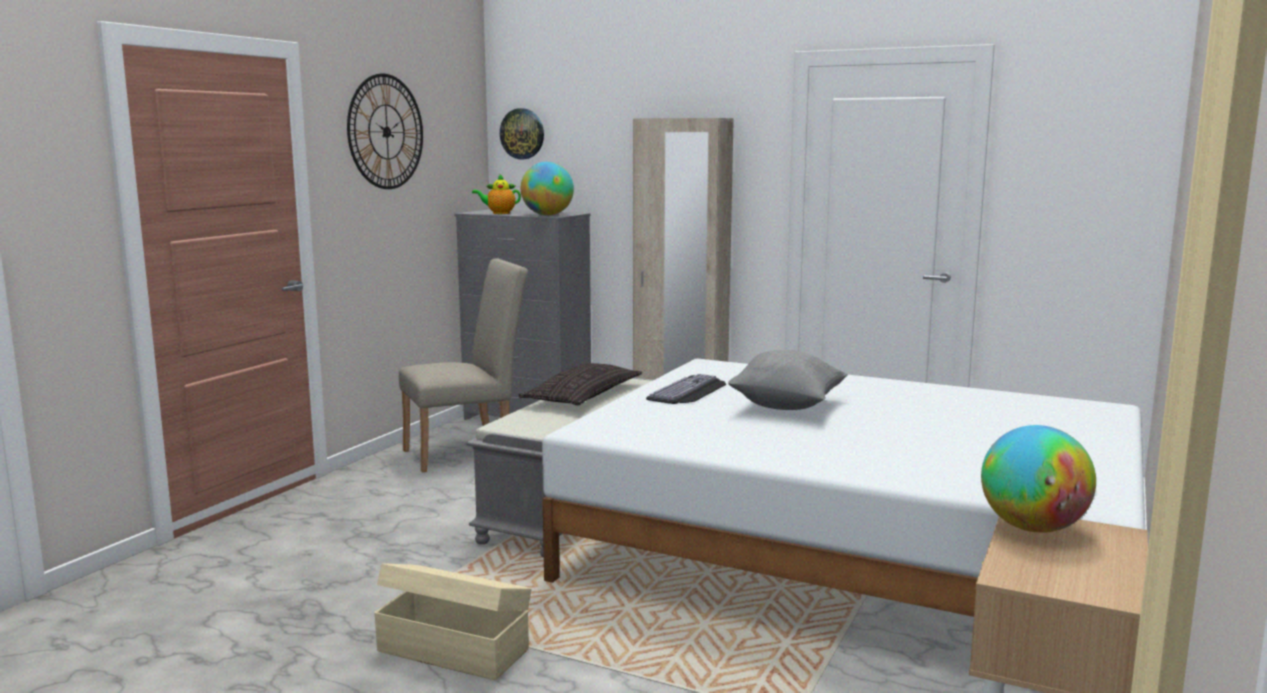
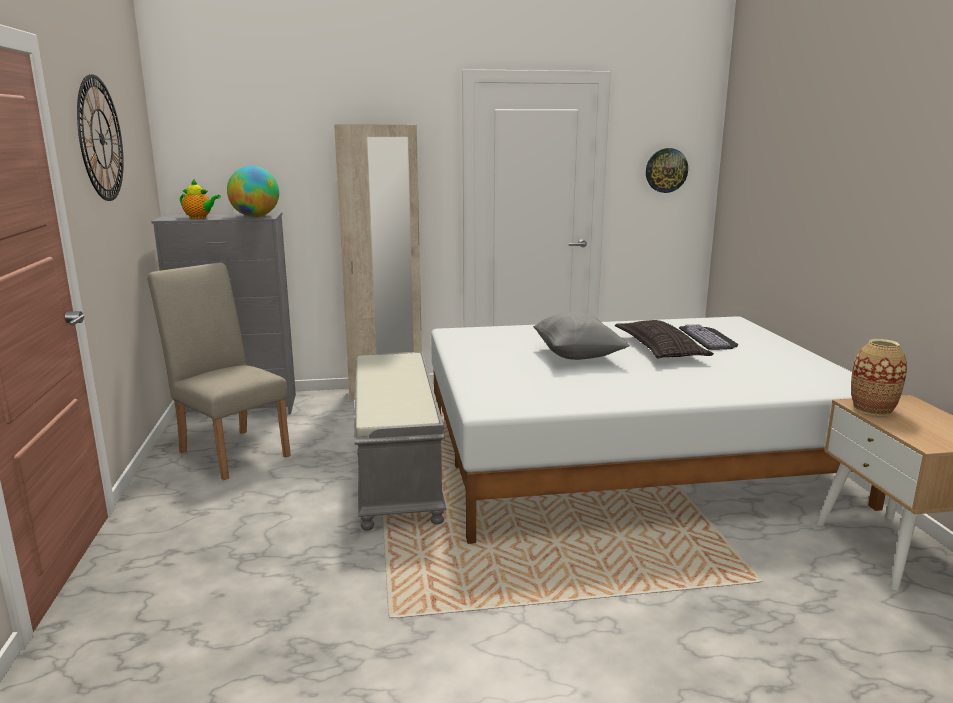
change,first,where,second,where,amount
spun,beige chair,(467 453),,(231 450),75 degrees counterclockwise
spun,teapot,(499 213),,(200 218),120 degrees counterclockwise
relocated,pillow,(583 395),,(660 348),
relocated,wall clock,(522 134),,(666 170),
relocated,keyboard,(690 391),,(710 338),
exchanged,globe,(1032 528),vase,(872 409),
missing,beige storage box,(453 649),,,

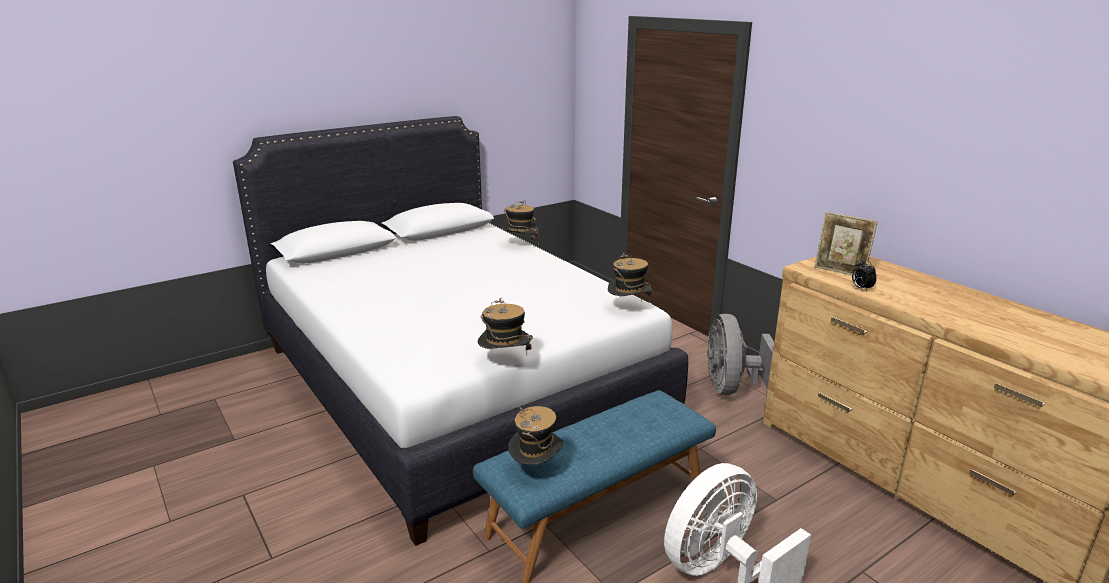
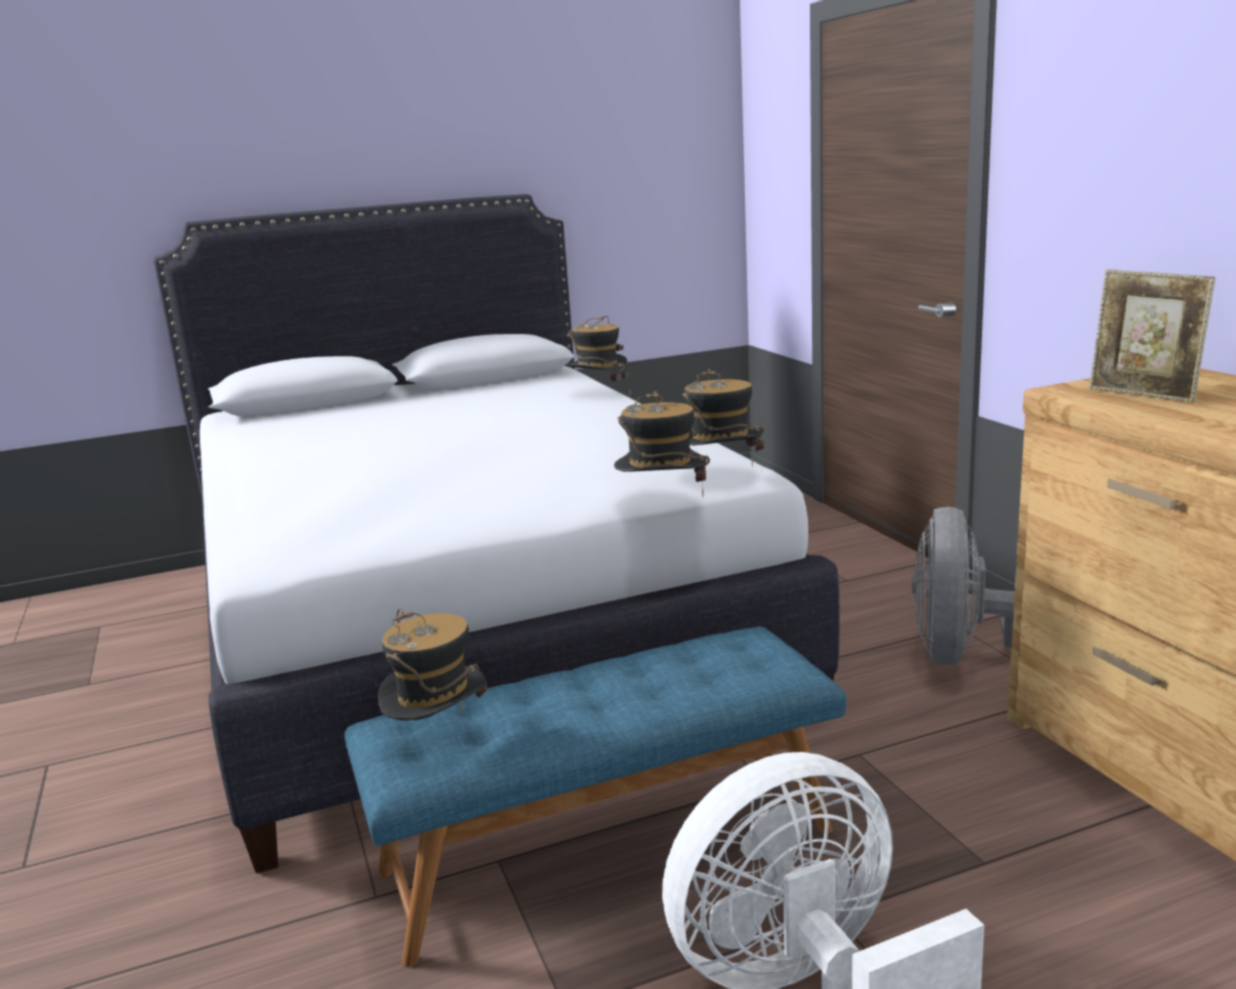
change,first,where,second,where,amount
relocated,hat,(505 363),,(662 505),
missing,alarm clock,(861 288),,,

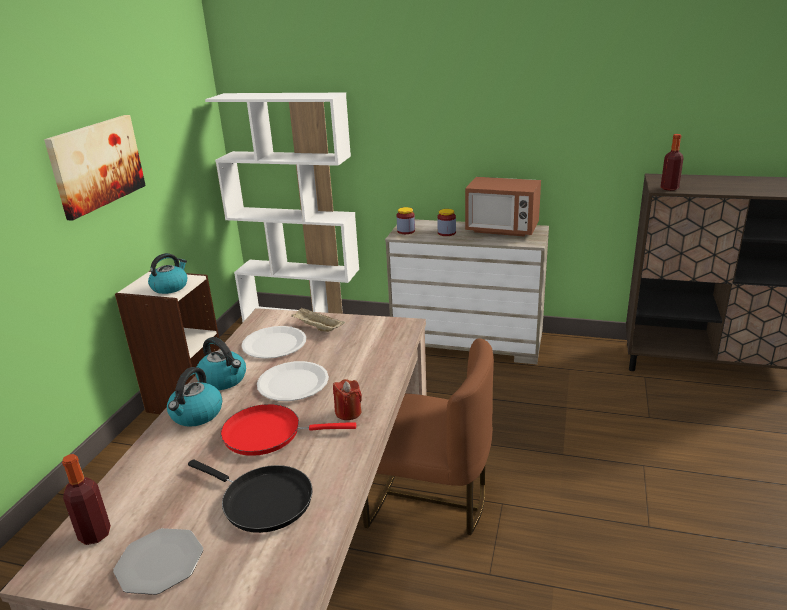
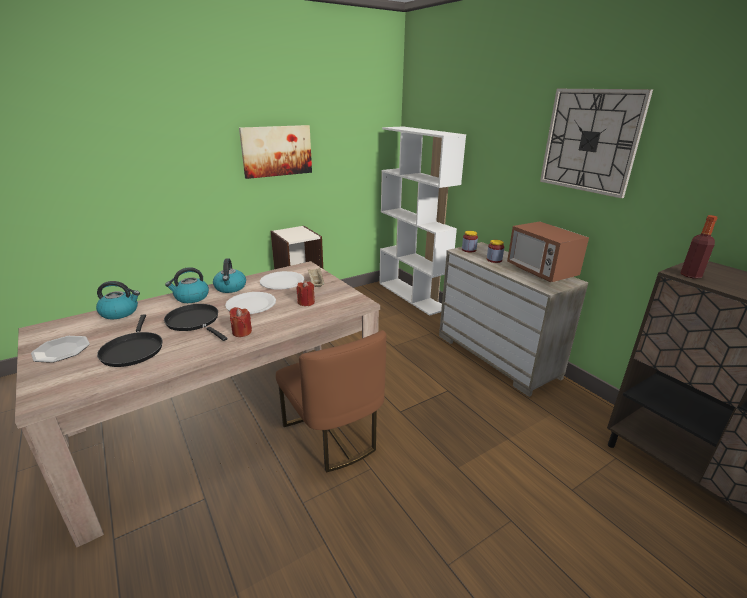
change,first,where,second,where,amount
relocated,kettle,(170 287),,(120 312),
colour,red frying pan,(268 434),black frying pan,(195 322),
appeared,,,red candle,(306 302),
appeared,,,wall clock,(590 141),
missing,bottle,(95 534),,,

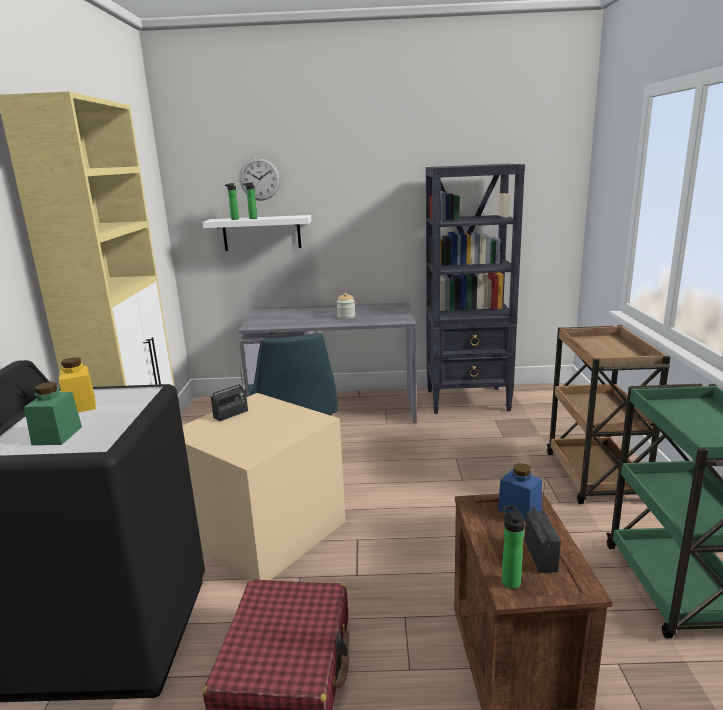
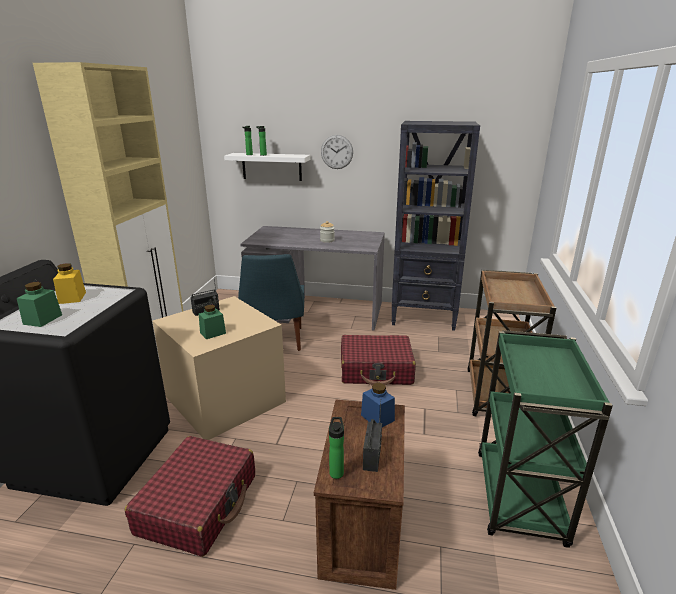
change,first,where,second,where,amount
appeared,,,green jar,(213 333),
relocated,wall clock,(259 179),,(337 152),
appeared,,,red suitcase,(376 370),

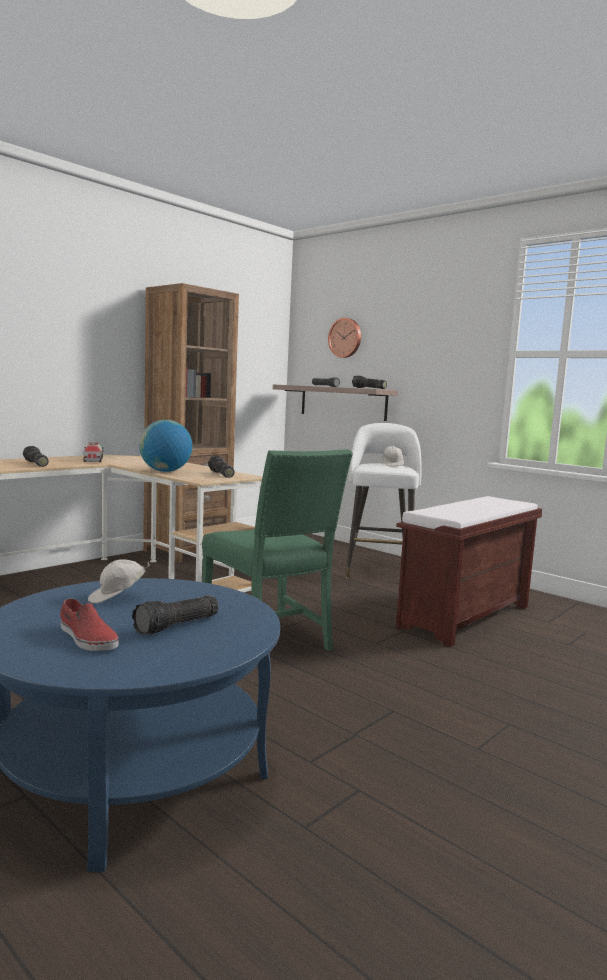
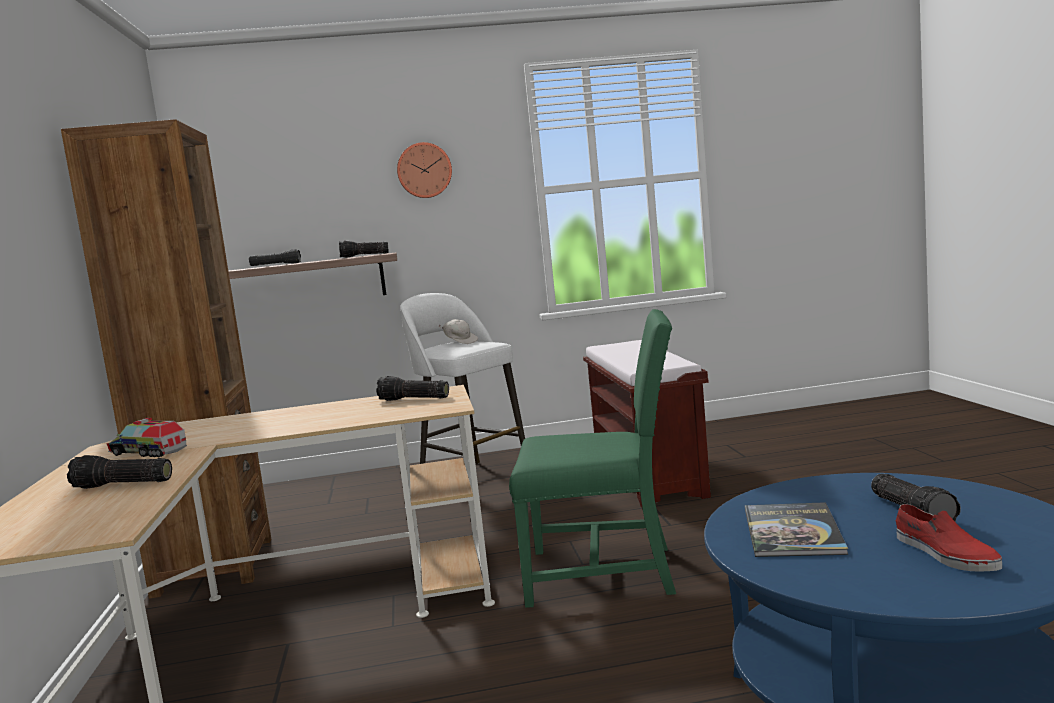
change,first,where,second,where,amount
relocated,wall clock,(345 338),,(424 170),
exchanged,white cap,(118 597),book,(792 531),
spun,red shoe,(87 638),,(945 553),75 degrees clockwise
missing,globe,(165 471),,,

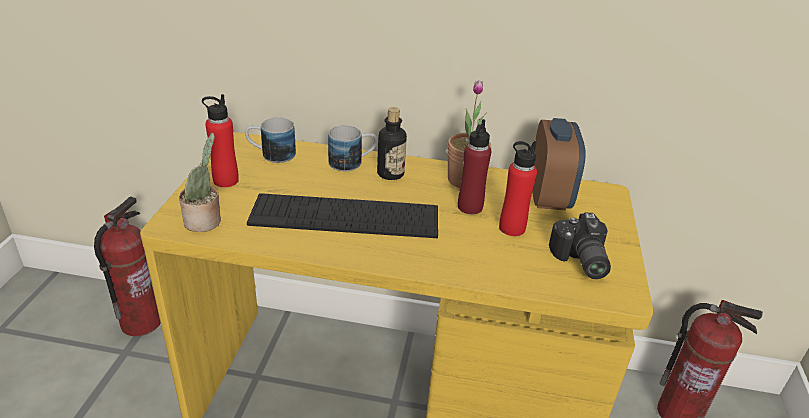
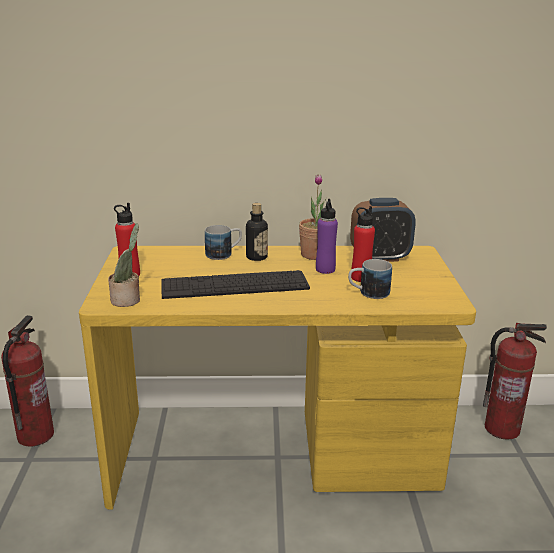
change,first,where,second,where,amount
colour,red bottle,(470 207),purple bottle,(325 269),
relocated,mug,(271 154),,(368 293),
spun,alarm clock,(549 197),,(380 258),90 degrees clockwise
missing,photo camera,(579 261),,,

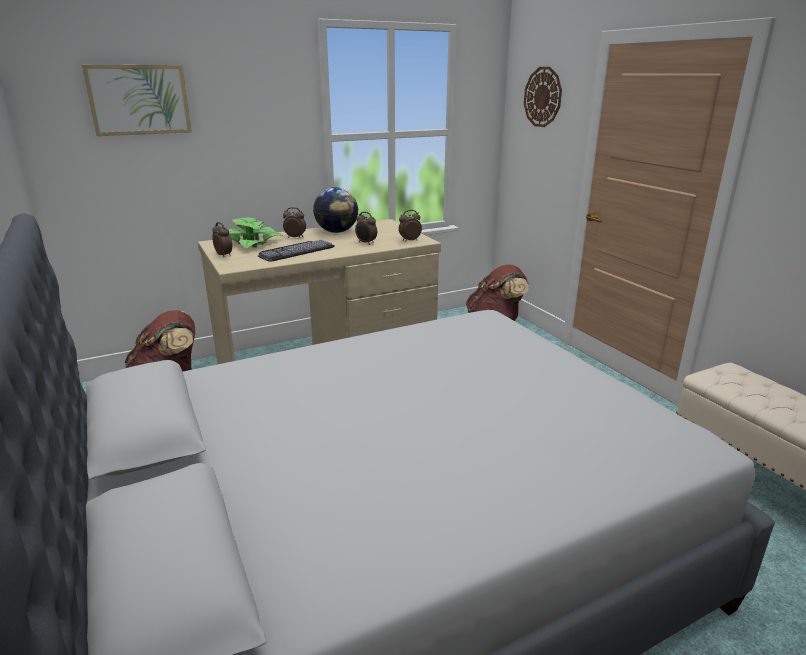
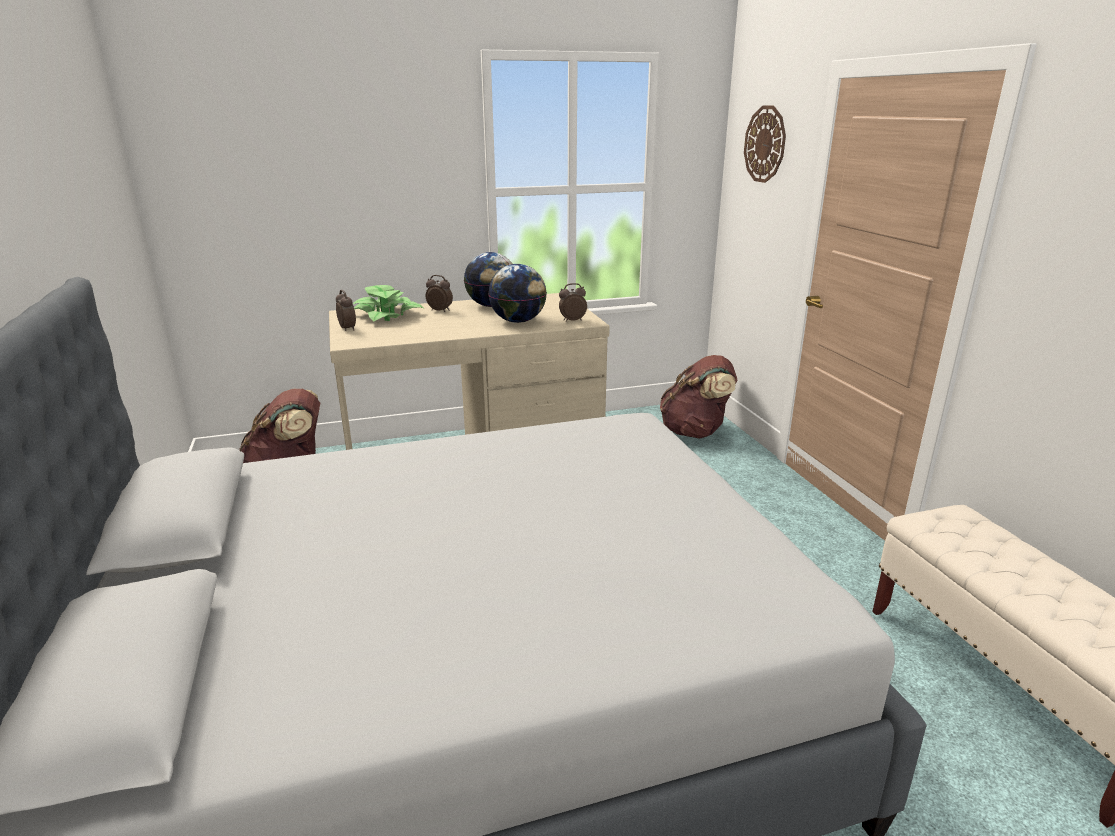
change,first,where,second,where,amount
exchanged,alarm clock,(366 243),globe,(518 321),
missing,picture,(139 100),,,
missing,keyboard,(295 250),,,

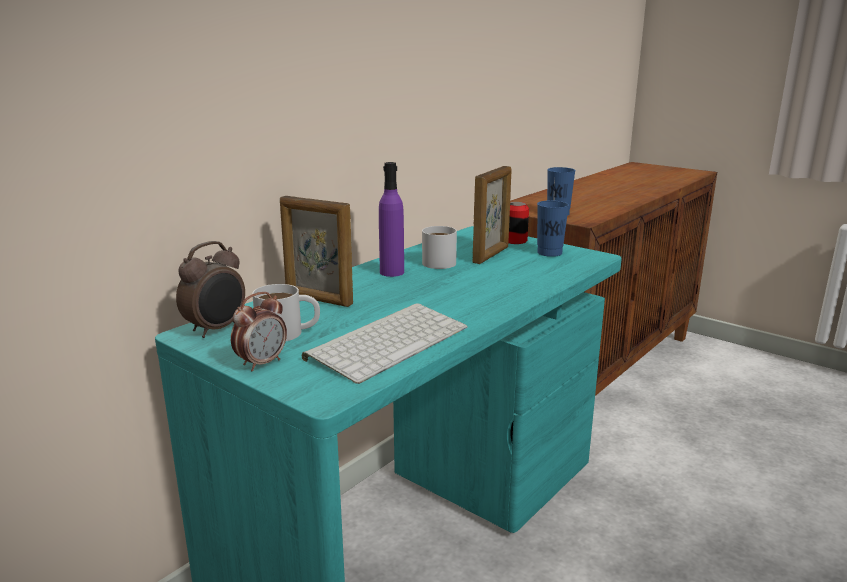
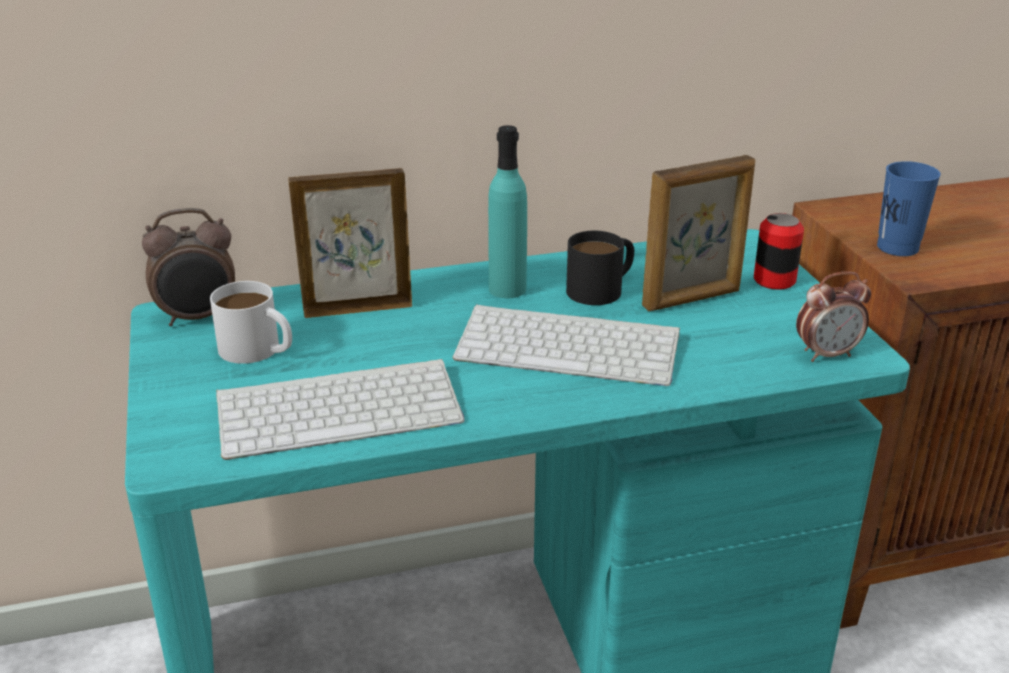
change,first,where,second,where,amount
spun,picture frame,(318 300),,(357 308),105 degrees clockwise
appeared,,,keyboard,(571 346),
colour,purple bottle,(392 272),turquoise bottle,(507 289),
colour,white mug,(441 261),black mug,(602 288),
relocated,alarm clock,(262 363),,(827 354),
missing,blue cup,(549 253),,,

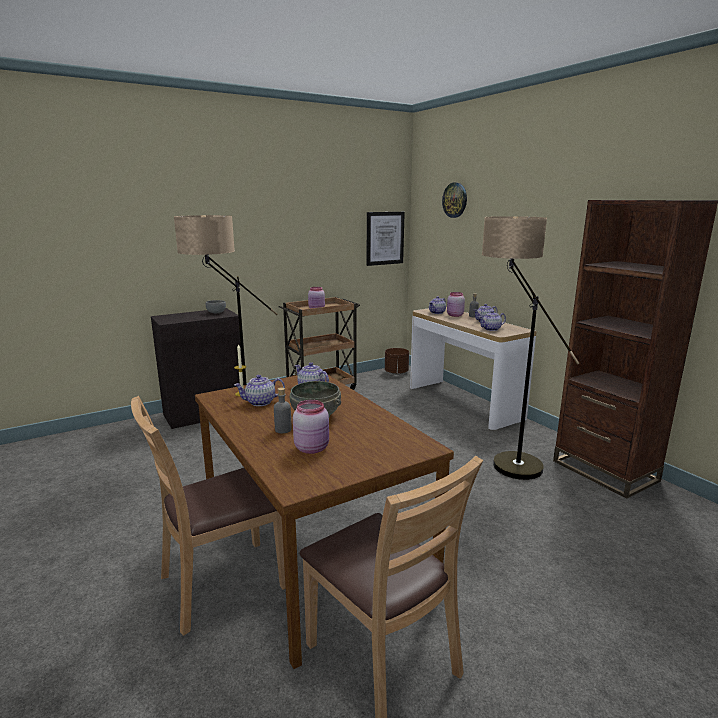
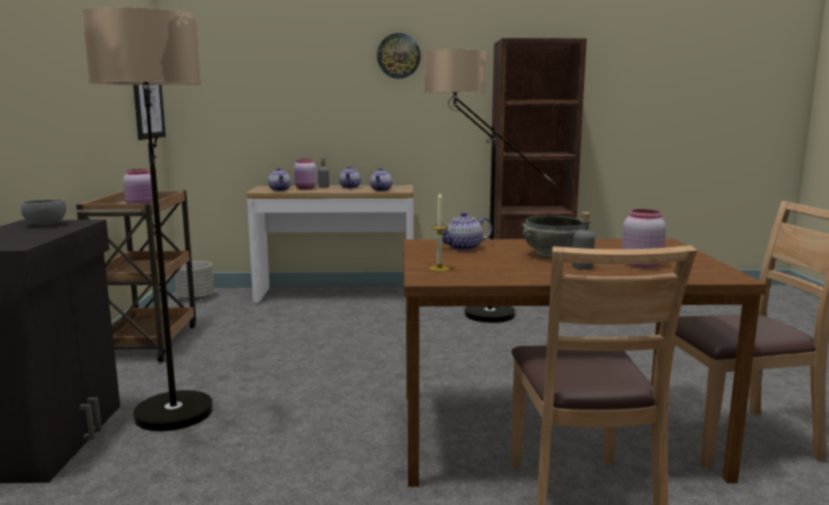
change,first,where,second,where,amount
colour,brown planter,(396 373),grey planter,(196 298),
relocated,wall clock,(455 200),,(398 56),
missing,teapot,(260 402),,,

